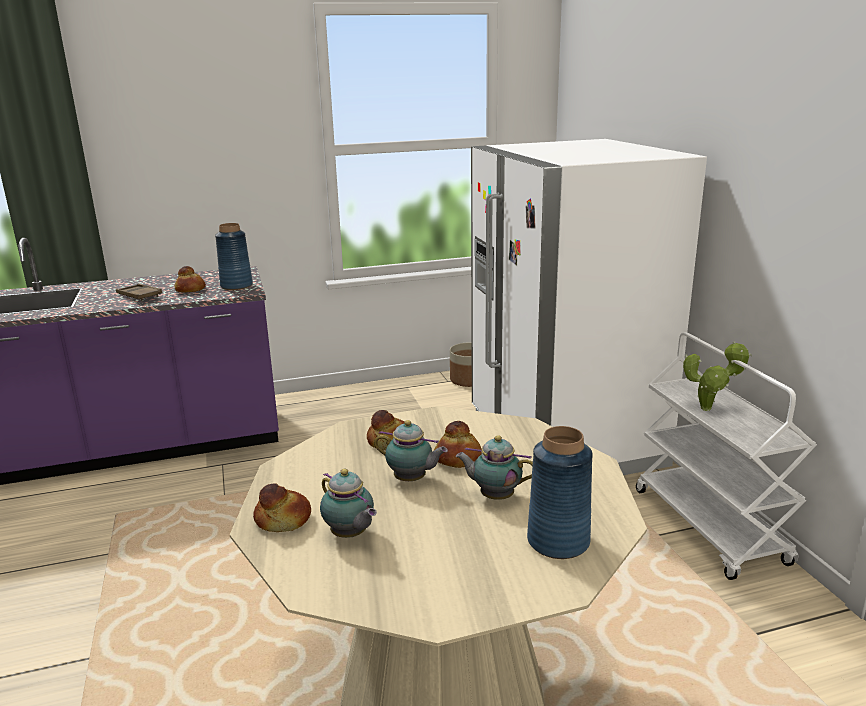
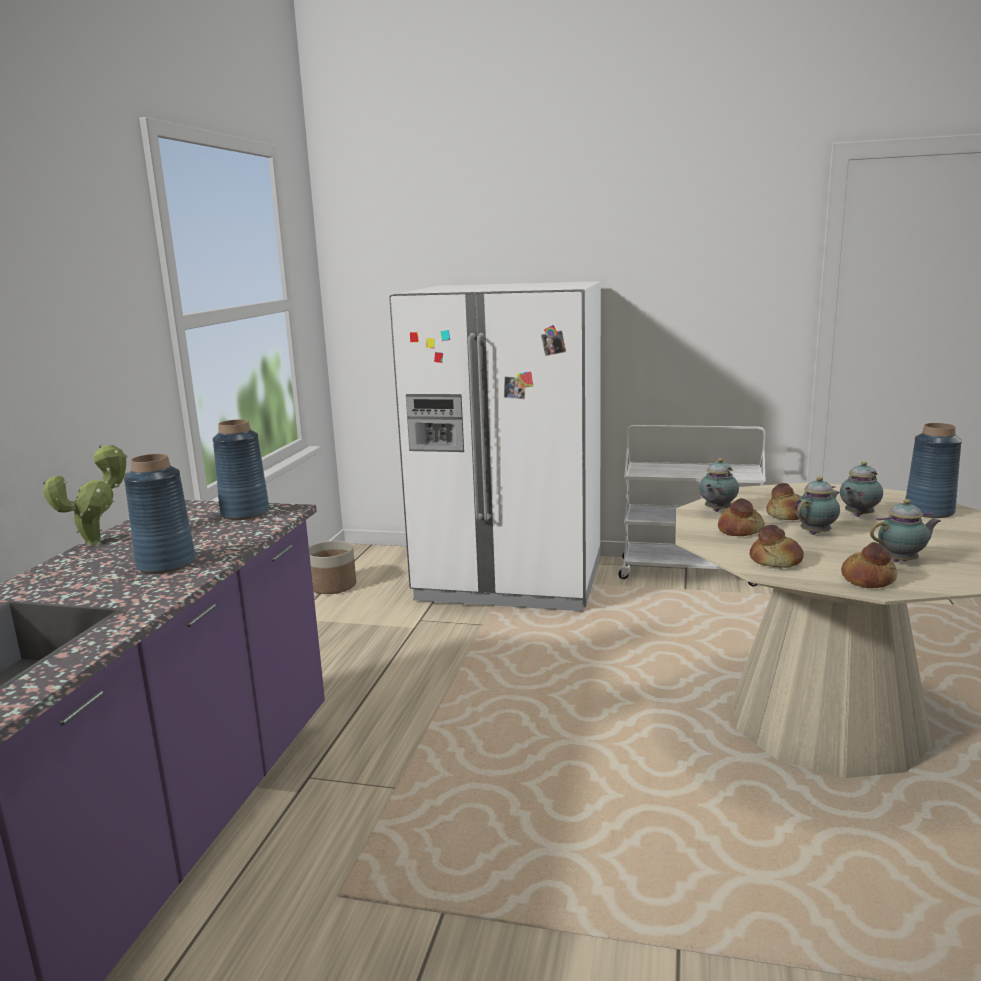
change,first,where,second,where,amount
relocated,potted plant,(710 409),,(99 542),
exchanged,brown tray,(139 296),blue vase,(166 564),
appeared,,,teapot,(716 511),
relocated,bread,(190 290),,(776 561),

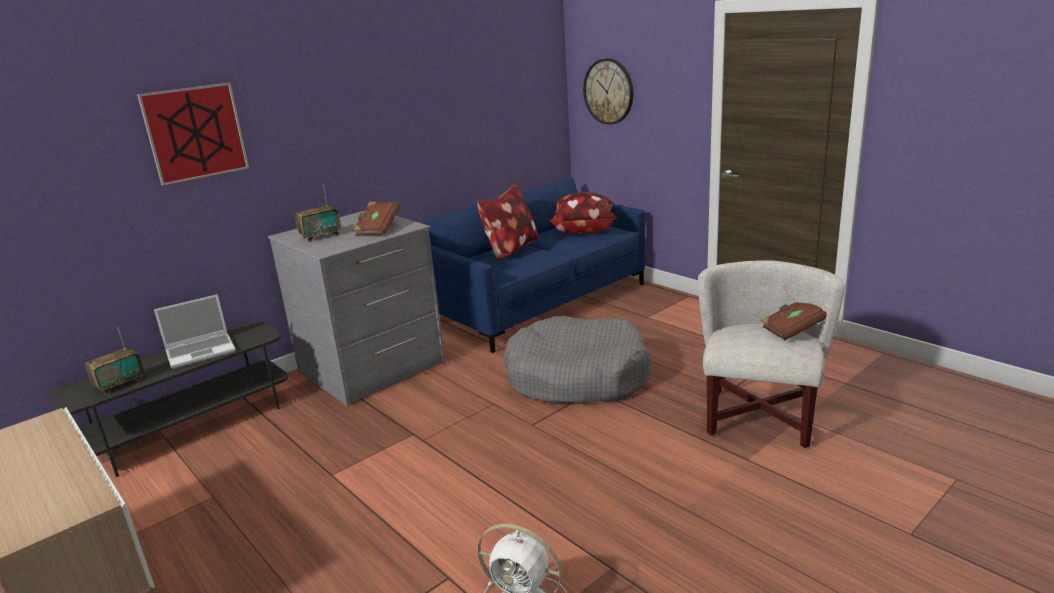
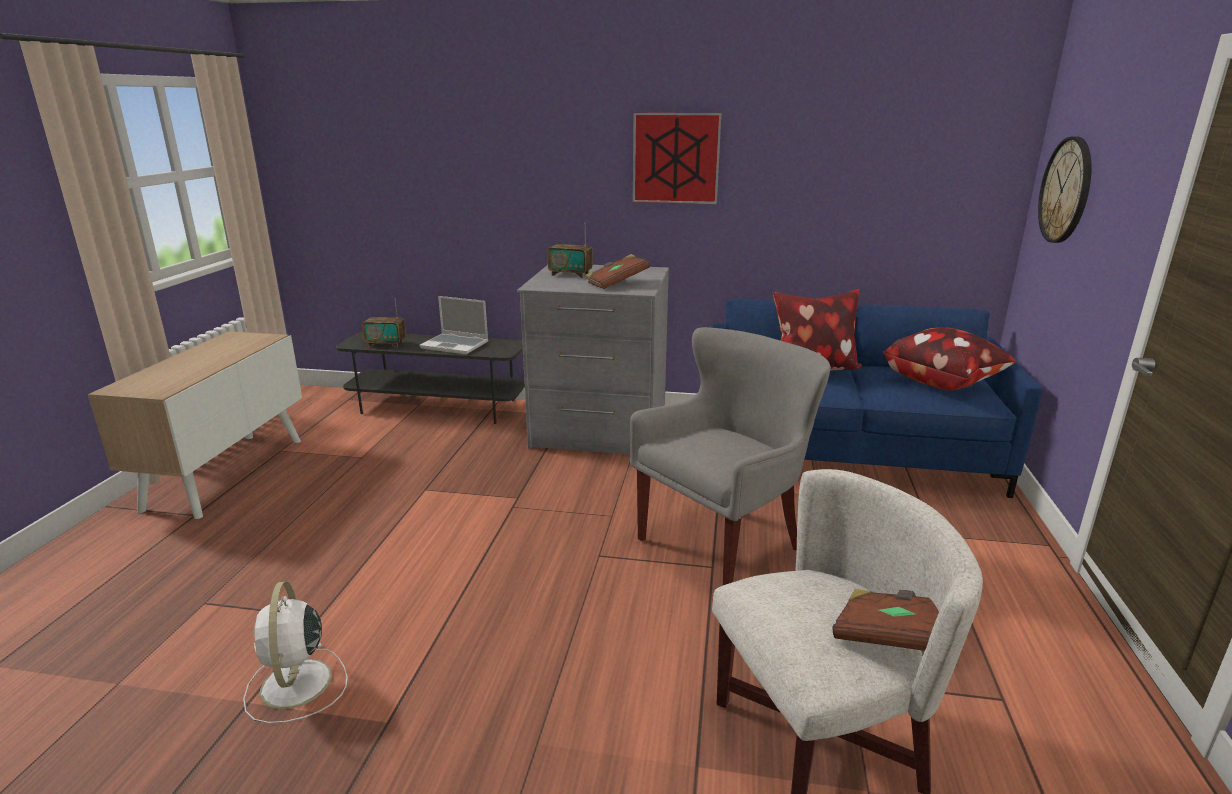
change,first,where,second,where,amount
exchanged,grey dog bed,(577 377),grey armchair,(723 544),
relocated,picture,(195 133),,(676 158),

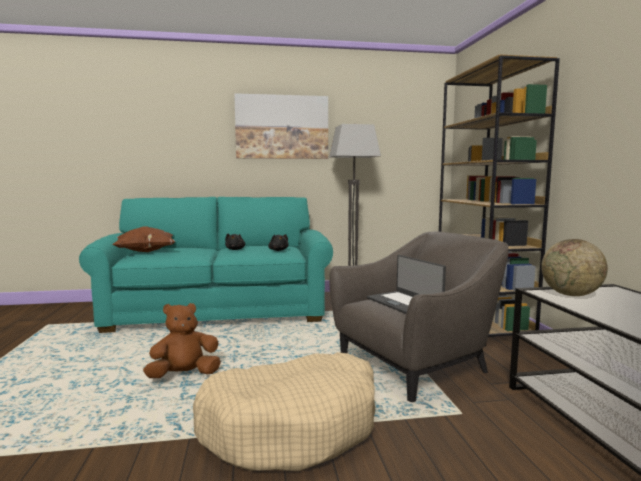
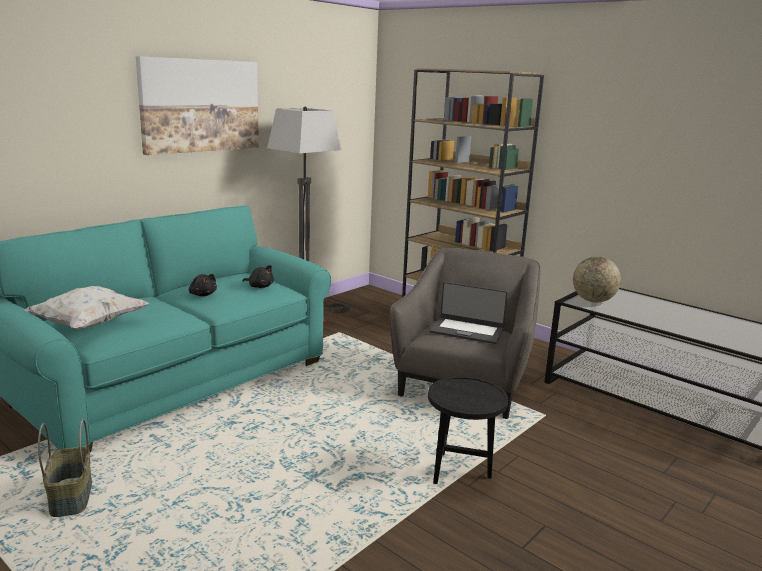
change,first,where,second,where,amount
colour,brown pillow,(145 252),white pillow,(89 325),
appeared,,,basket,(70 497),
exchanged,beige dog bed,(292 426),black side table,(460 472),
missing,brown plush toy,(184 375),,,

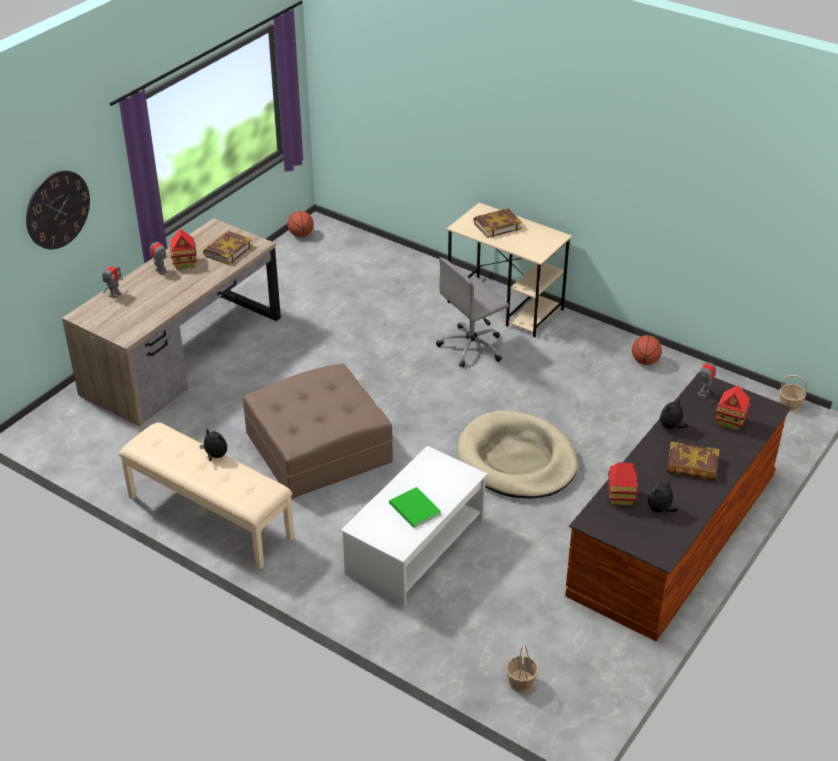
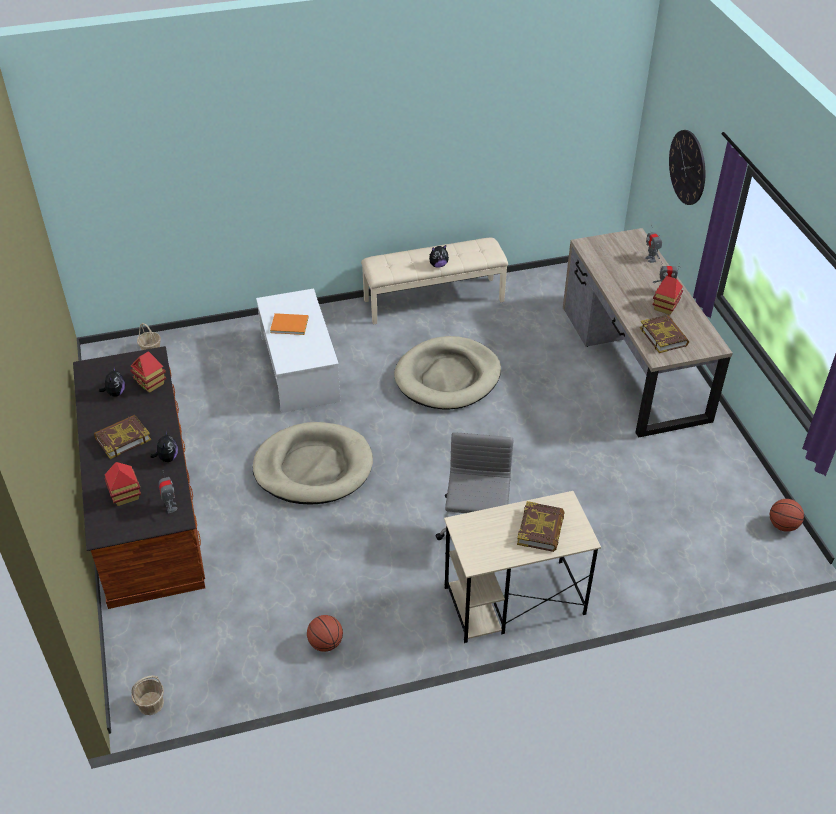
change,first,where,second,where,amount
colour,green book,(414 510),orange book,(288 324),
exchanged,brown ottoman,(318 447),beige dog bed,(448 377),

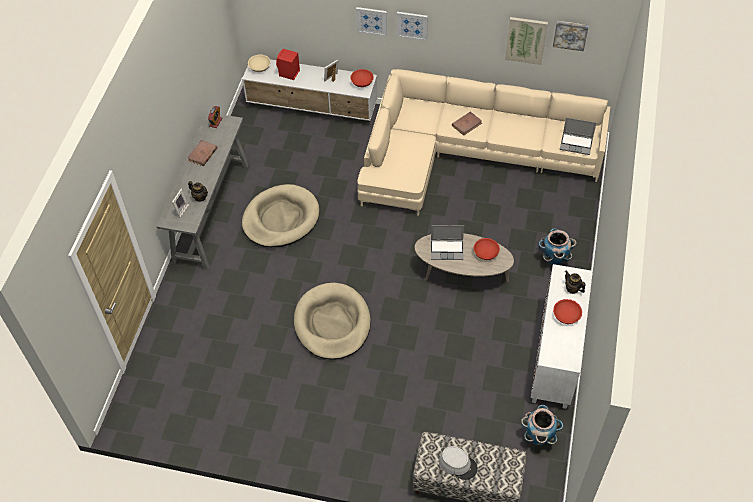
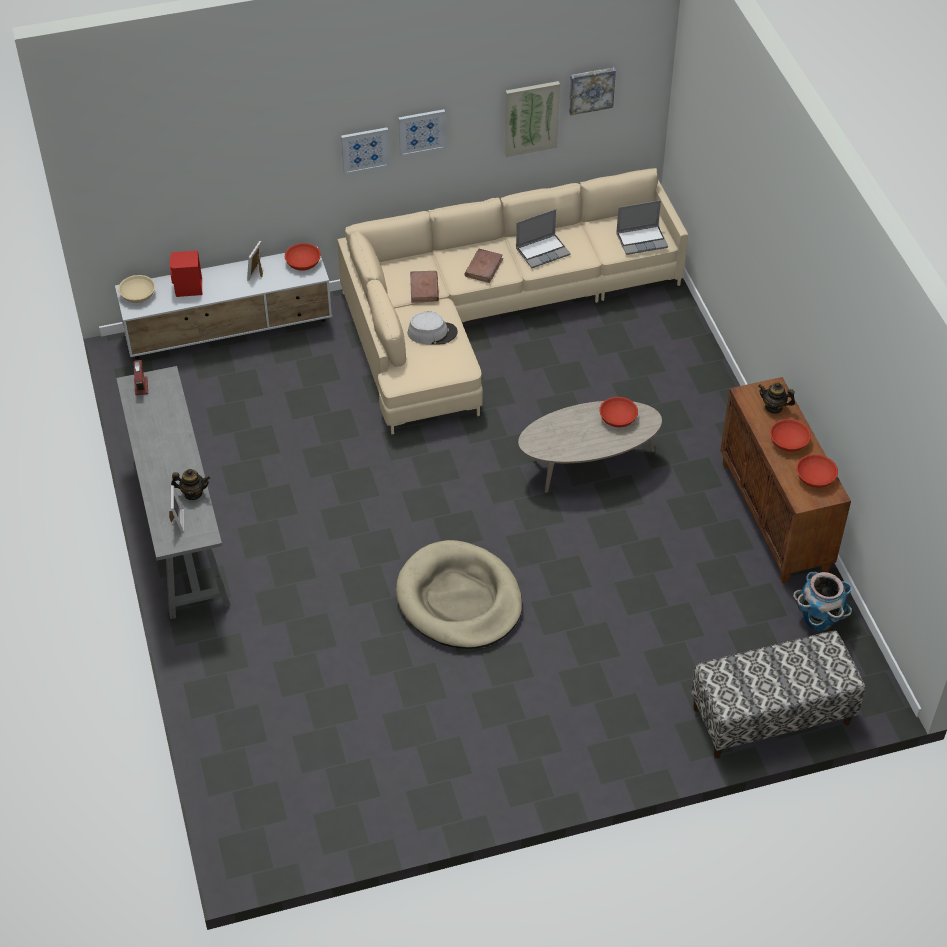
change,first,where,second,where,amount
relocated,picture,(371 21),,(421 132),
relocated,grey hat,(458 464),,(432 333),
relocated,brown book,(202 154),,(424 288),
relocated,laptop,(447 250),,(543 251),
colour,white cabinet,(556 358),brown cabinet,(775 517),
appeared,,,red bowl,(815 477),
missing,beige dog bed,(281 219),,,
missing,planter,(553 259),,,

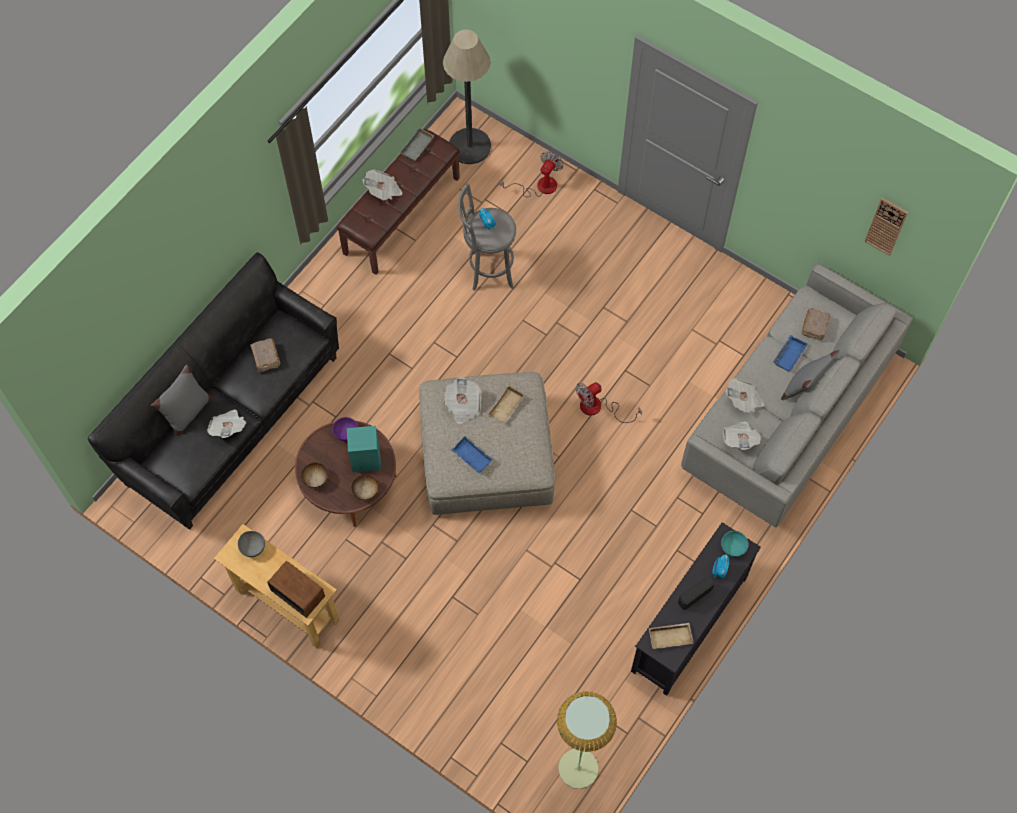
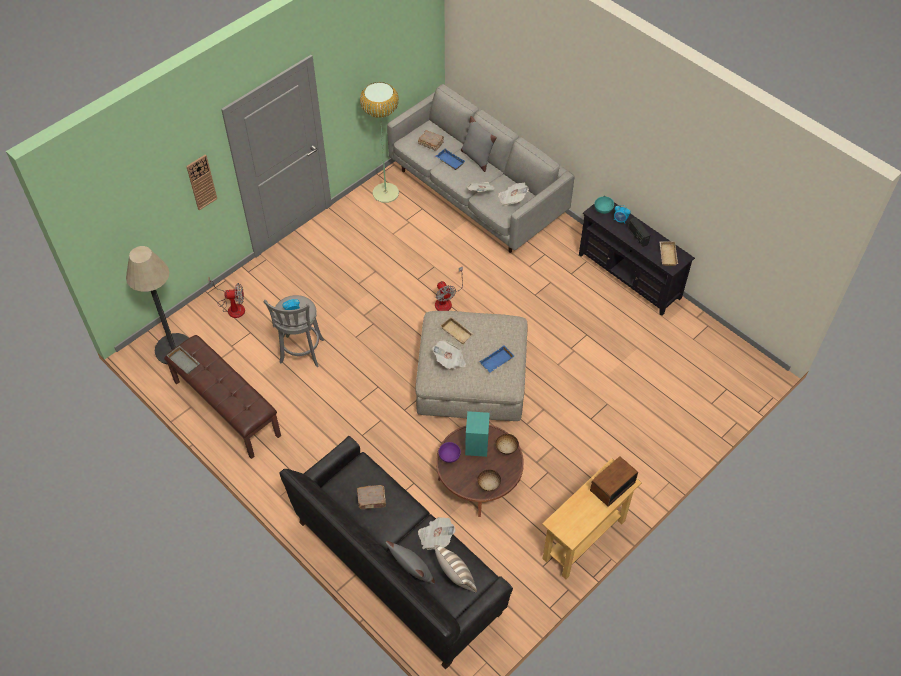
change,first,where,second,where,amount
relocated,wall clock,(886 226),,(201 182),
spun,fan,(539 186),,(232 307),135 degrees clockwise
relocated,floor lamp,(578 768),,(385 193),
appeared,,,pillow,(455 578),
missing,grey bowl,(253 547),,,
missing,newspaper,(383 191),,,

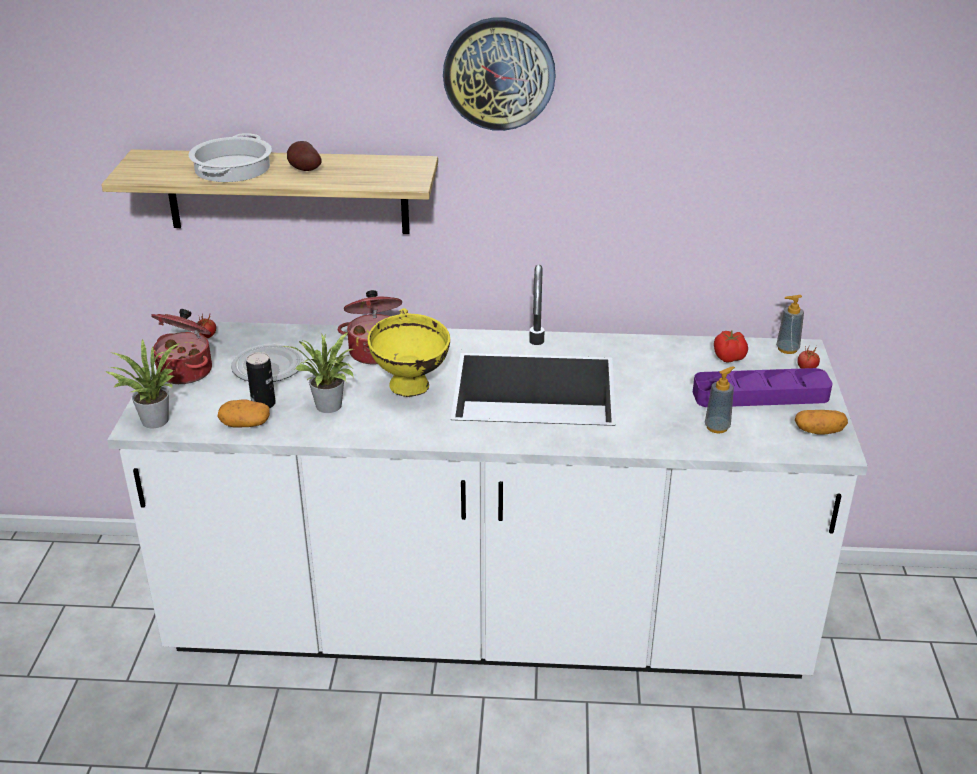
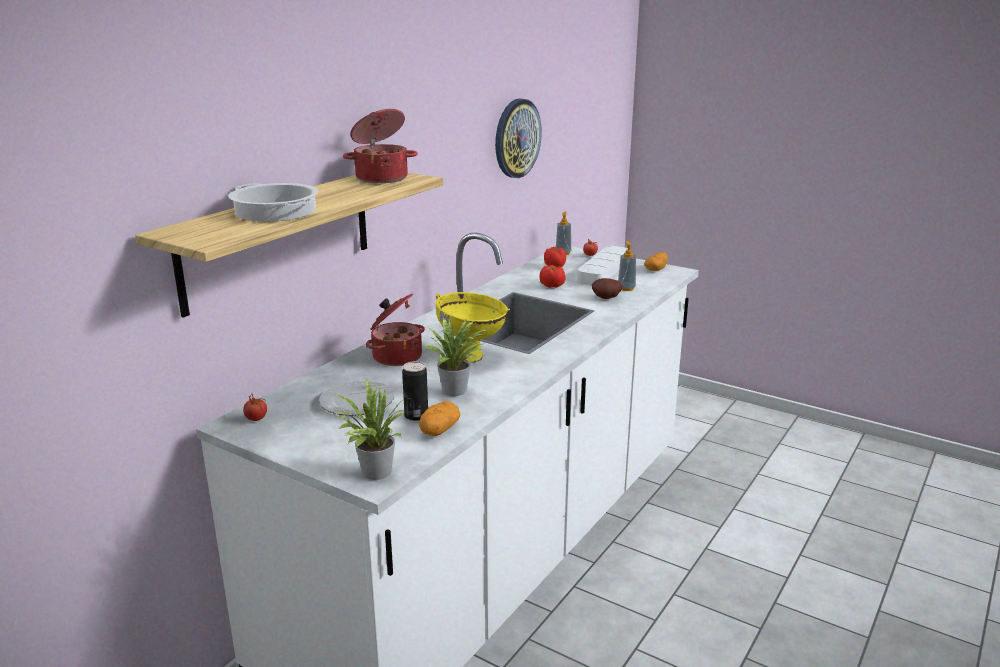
change,first,where,second,where,amount
relocated,cooking pot,(187 371),,(381 178),
relocated,wall clock,(499 73),,(516 138),
appeared,,,tomato,(552 286),
colour,purple tray,(760 395),white tray,(603 271),
relocated,potato,(303 170),,(606 298),

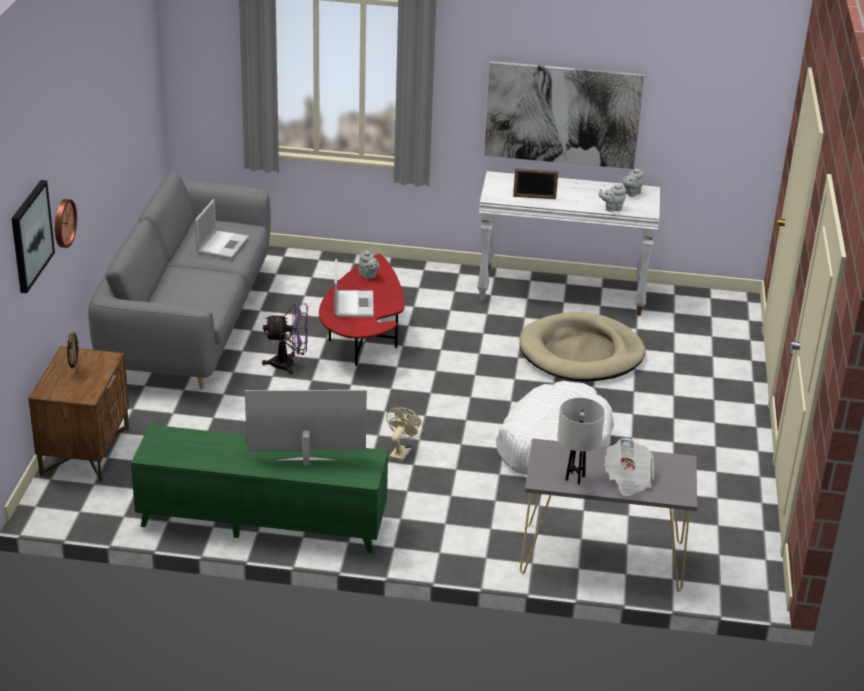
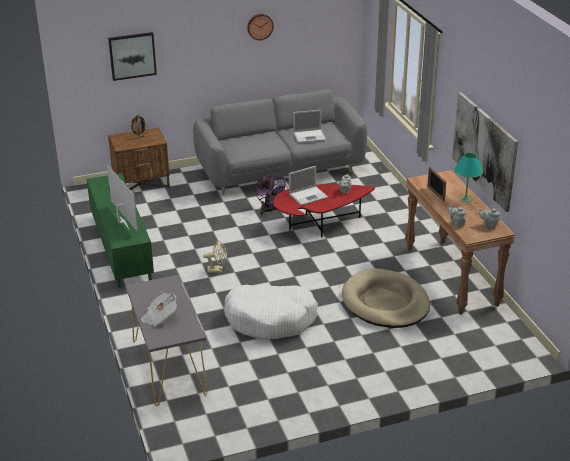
change,first,where,second,where,amount
relocated,wall clock,(63 223),,(260 26),
colour,white console table,(562 293),brown console table,(452 276),
appeared,,,turquoise table lamp,(465 199),
missing,white table lamp,(575 478),,,

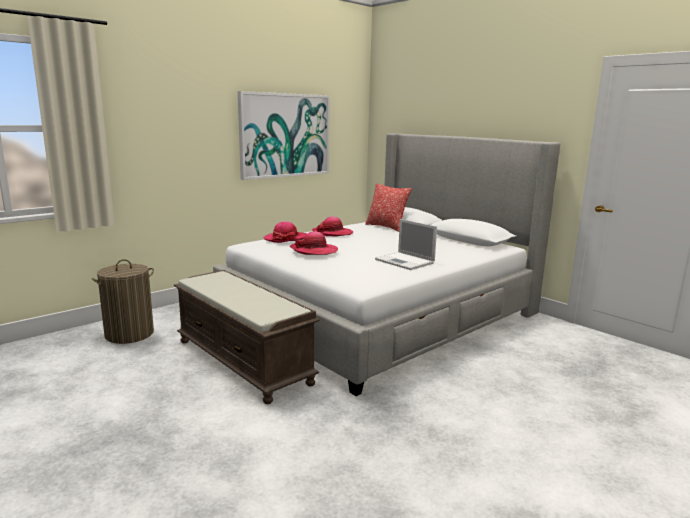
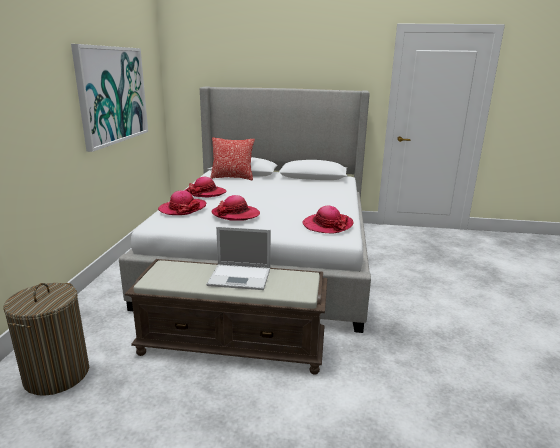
change,first,where,second,where,amount
relocated,laptop,(405 261),,(241 277),
appeared,,,hat,(327 225),

